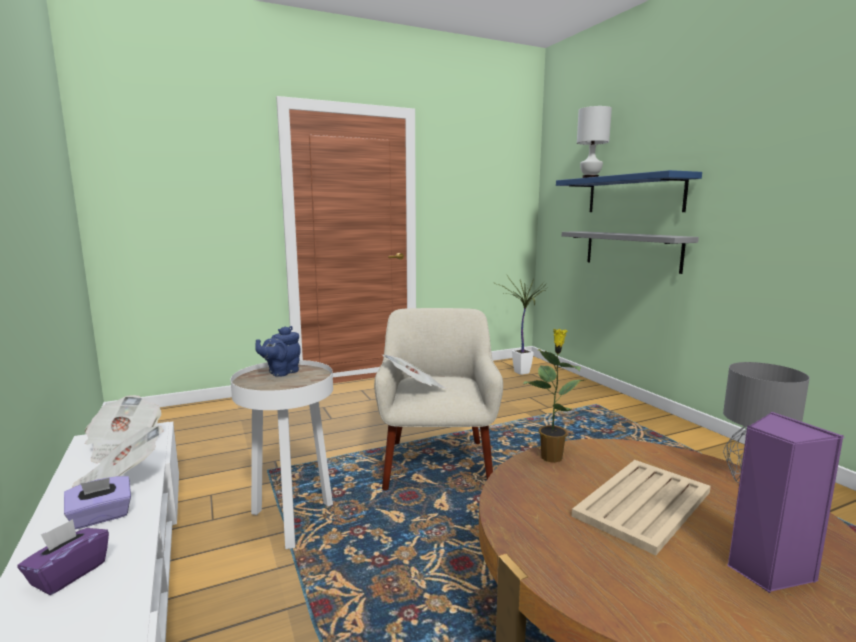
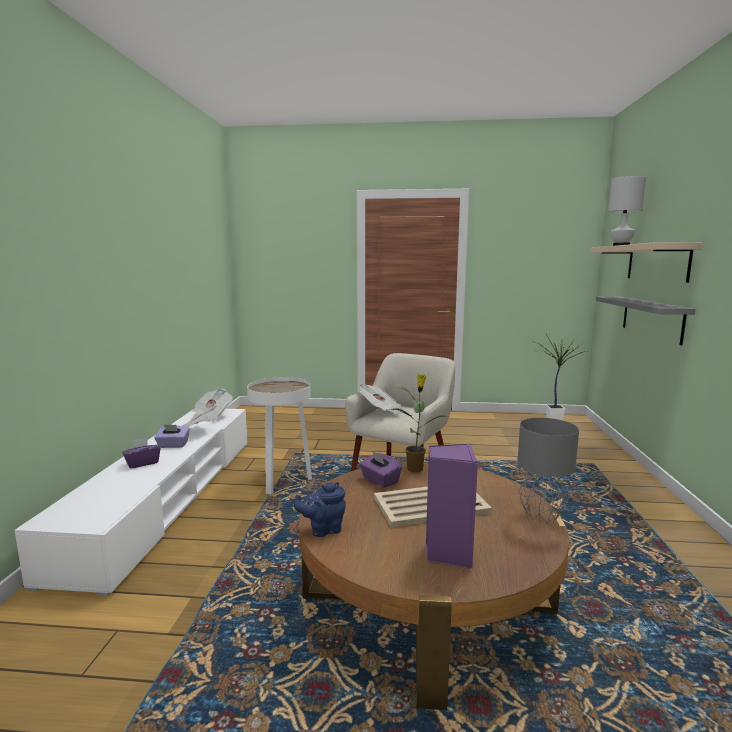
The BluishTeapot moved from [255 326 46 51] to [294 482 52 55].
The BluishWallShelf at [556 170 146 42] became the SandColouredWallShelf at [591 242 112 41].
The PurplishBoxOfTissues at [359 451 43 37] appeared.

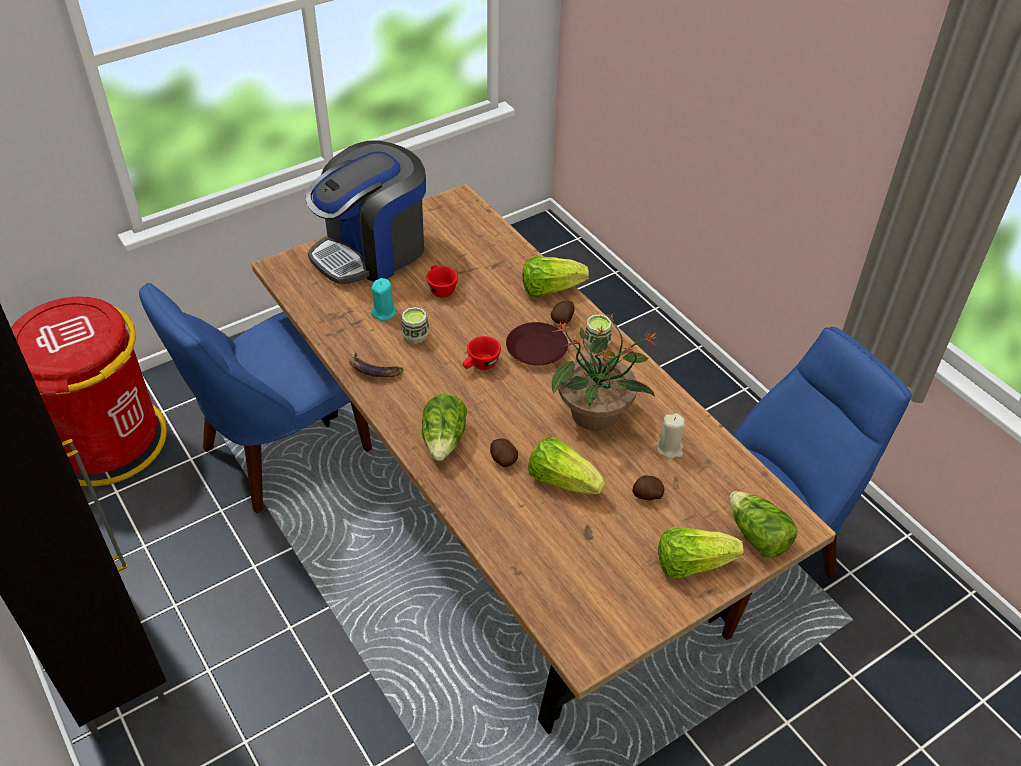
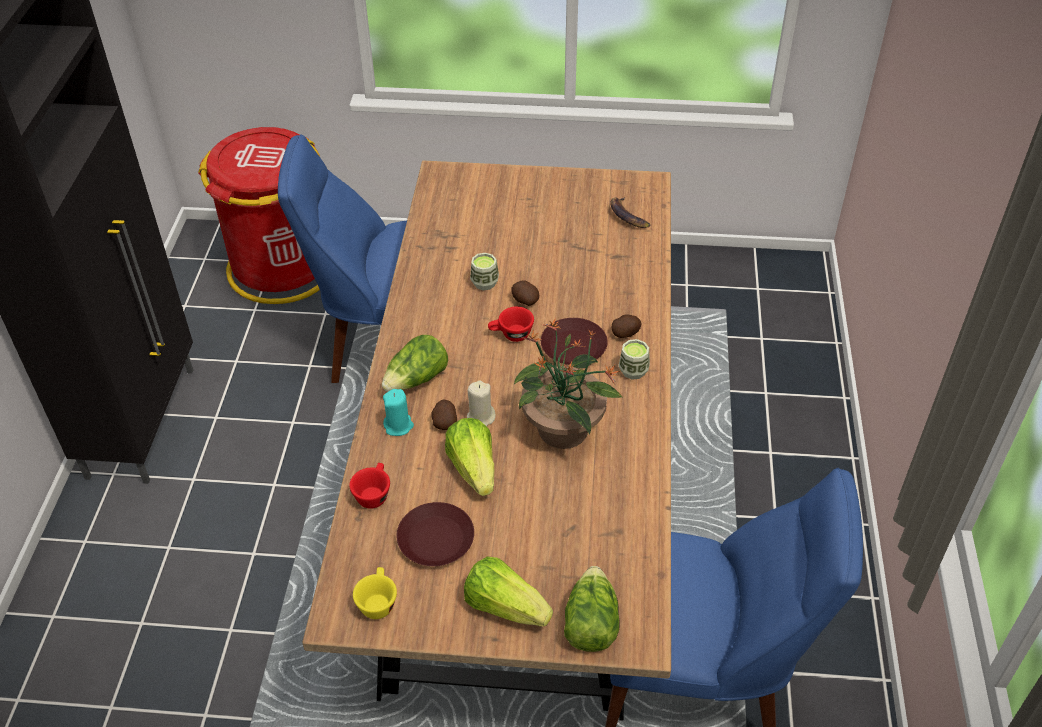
The CoffeeMachine at [305 140 121 144] disappeared.
The Banana moved from [349 352 54 25] to [610 197 40 31].
The BlueGreenWaxLight moved from [371 278 25 43] to [383 389 31 47].
The RedSmallCup moved from [426 265 32 32] to [349 463 41 46].
The Lettuce at [522 256 67 41] disappeared.
The Potato moved from [633 475 32 25] to [511 281 28 25].
The SandColouredWaxLight moved from [657 413 28 46] to [467 380 29 47].
The YellowishSmallCup at [353 567 44 52] appeared.
The BrownishFlatDish at [397 502 77 64] appeared.

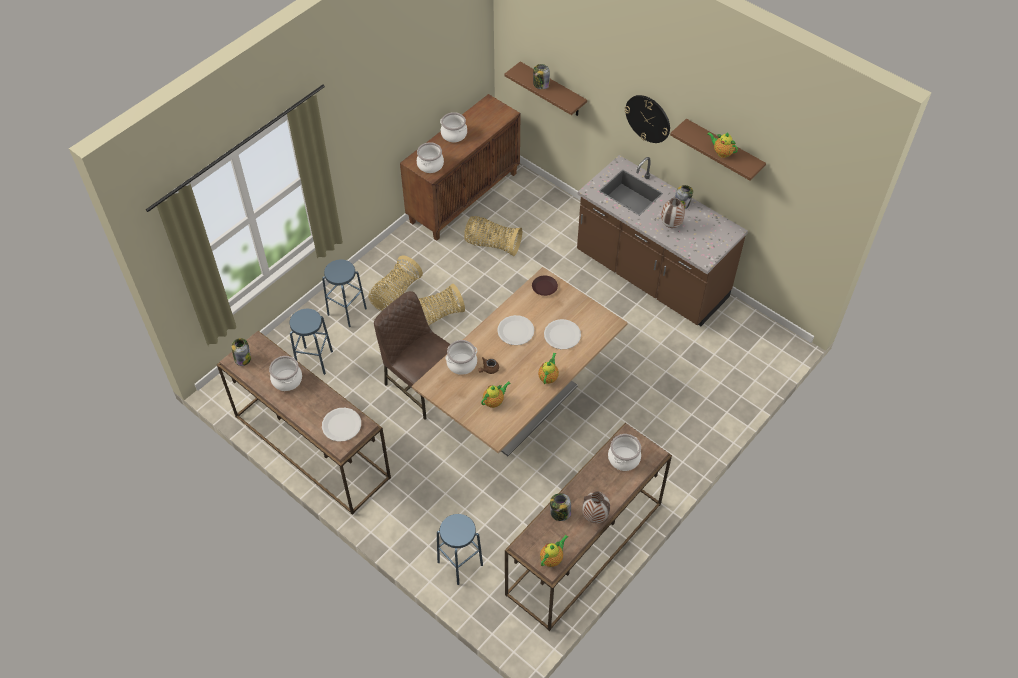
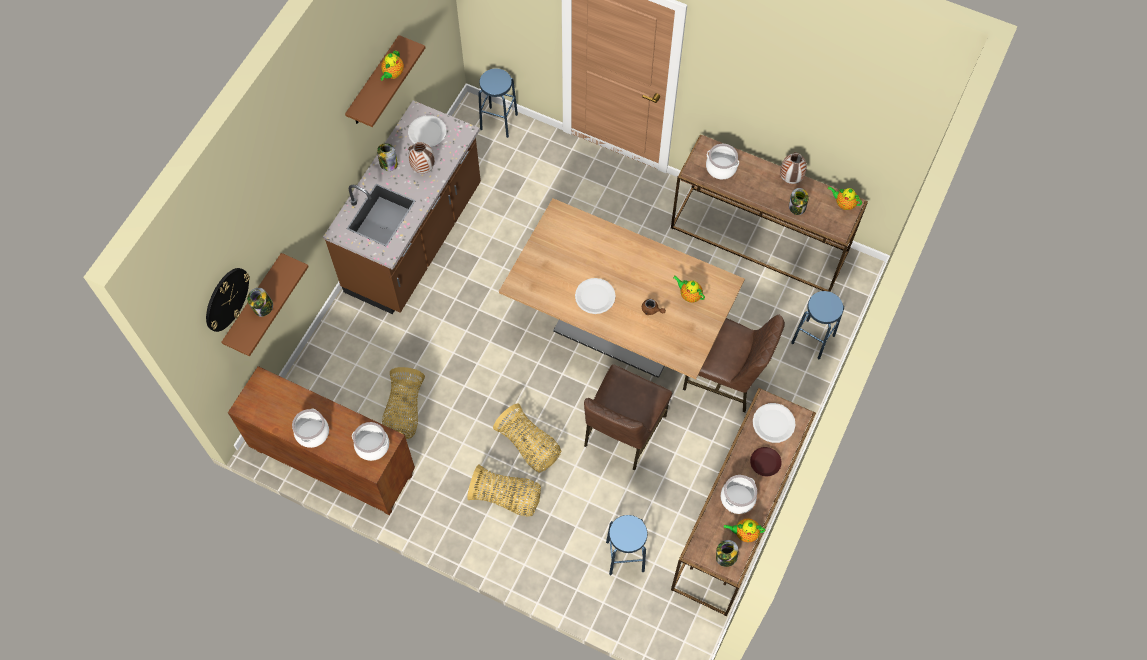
The BluishStoolSeat moved from [322 259 45 68] to [478 68 40 70].
The Saucepot at [446 340 31 35] disappeared.
The BrownishFlatDish moved from [532 275 26 21] to [750 447 32 29].
The Teapot moved from [538 353 21 31] to [724 518 42 24].
The WhitishFlatDish moved from [544 319 37 30] to [408 115 39 32].
The HangingClock moved from [625 95 45 48] to [206 268 44 64].
The BrownishChair at [683 315 102 97] appeared.

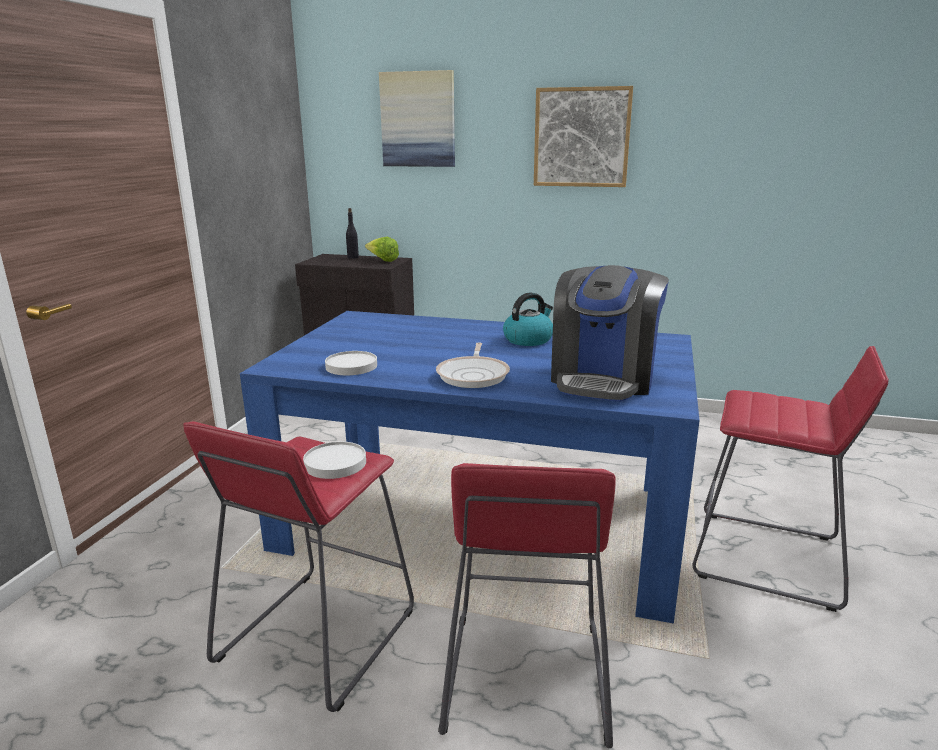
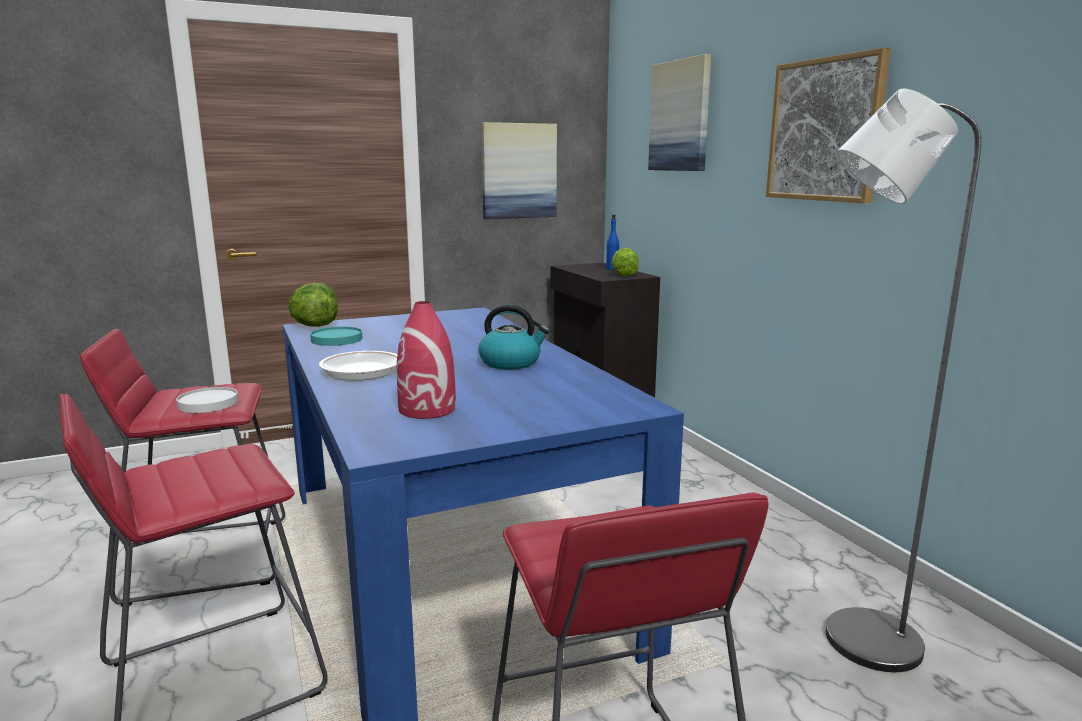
The WhitishFlatDish at [325 351 52 24] became the BlueGreenFlatDish at [310 327 52 19].
The BlackishBeverageBottle at [346 208 13 51] became the BluishBeverageBottle at [606 214 14 55].
The CoffeeMachine at [551 265 118 137] was replaced by the RedDecorativeVase at [397 301 59 118].
The Lettuce at [288 283 50 44] appeared.
The WallArt at [481 122 76 97] appeared.
The GrayStandardLamp at [826 89 156 583] appeared.

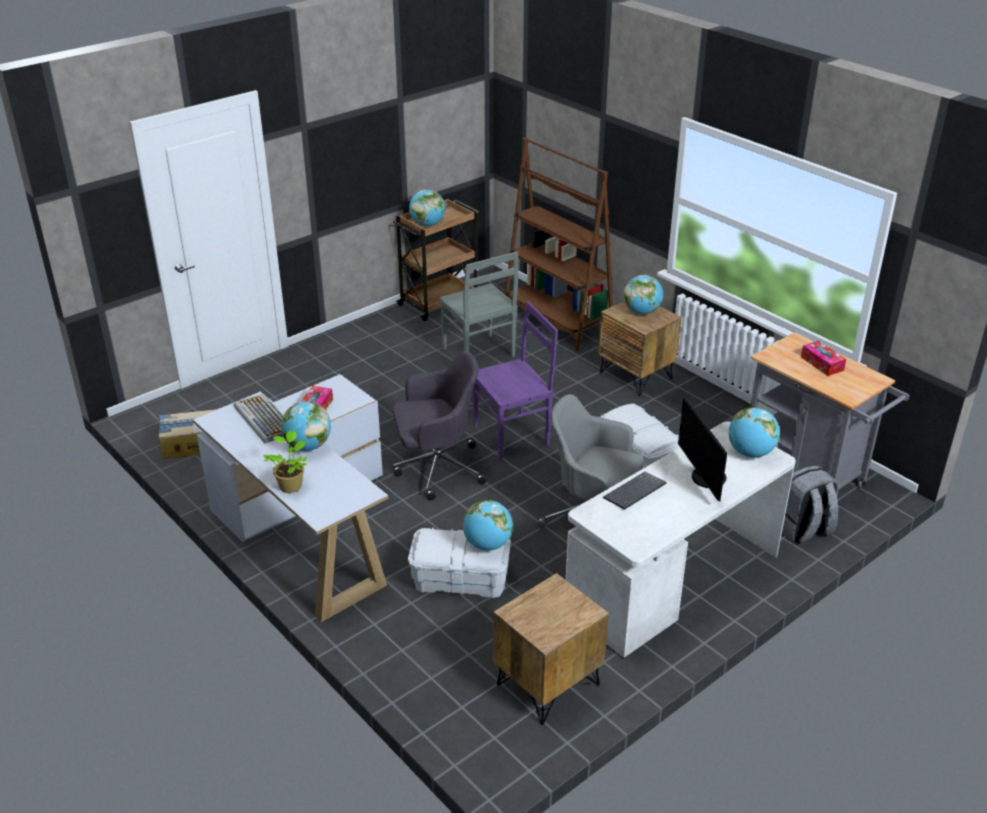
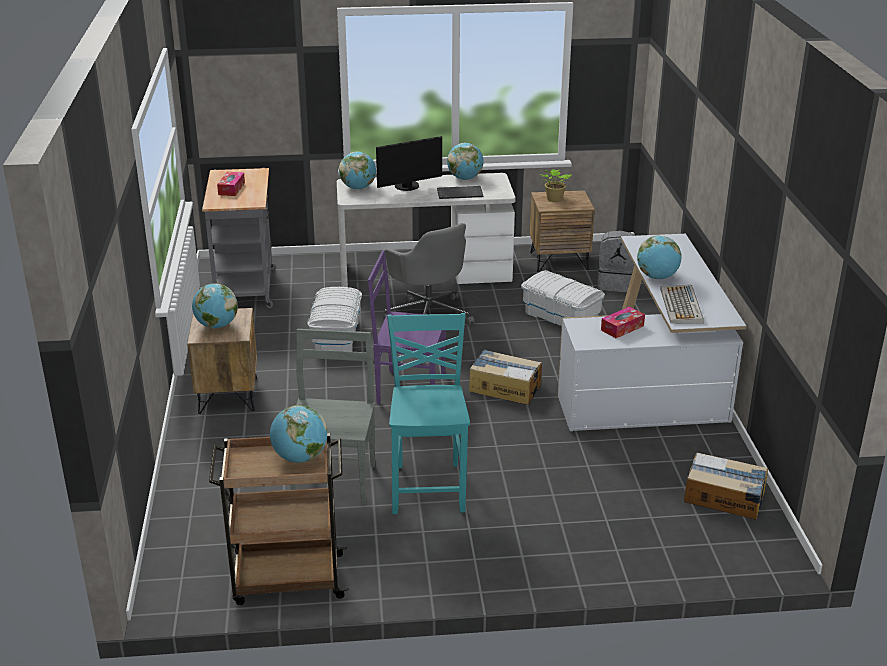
The PlantInAPot moved from [263 429 44 64] to [539 169 33 33].
The GrayDeskChair at [393 351 93 149] was replaced by the Carton at [469 349 73 56].
The Globe moved from [463 500 50 50] to [447 143 36 37].
The BrownishBookshelf at [505 137 108 215] disappeared.
The ComputerScreen at [678 397 49 104] turned 45 degrees clockwise.
The GrayKnapsack moved from [782 466 57 78] to [597 230 39 62].
The BlueGreenChair at [387 313 83 201] appeared.

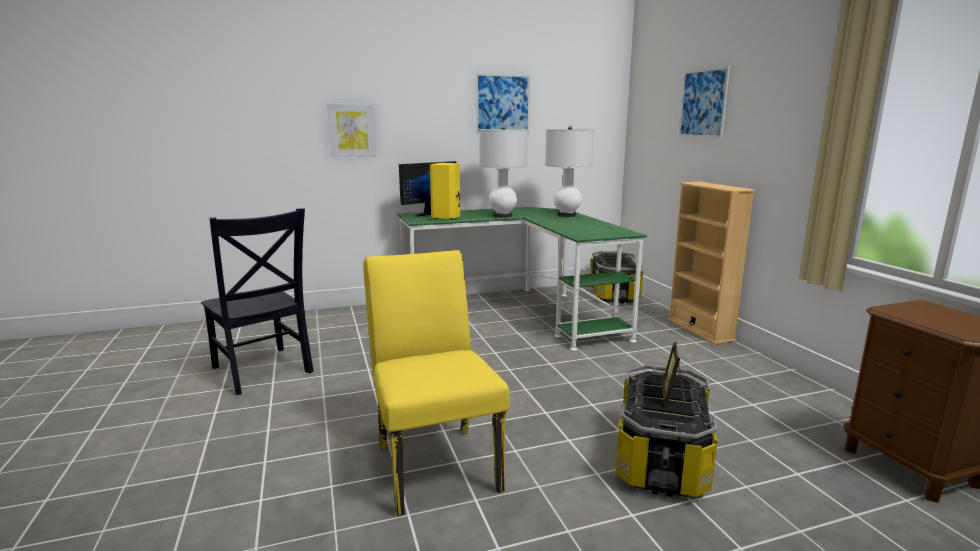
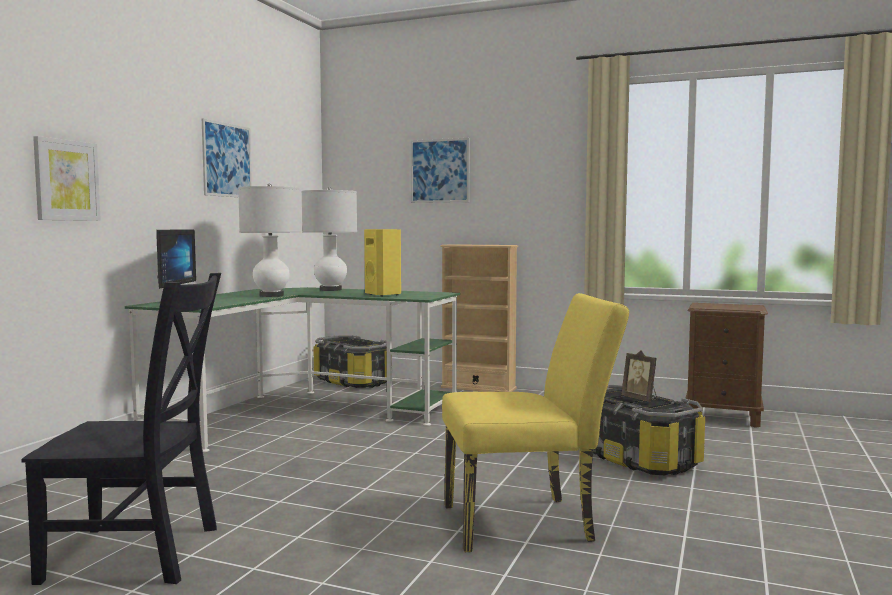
The YellowishChair at [363 250 147 266] turned 150 degrees clockwise.
The YellowishLoudspeaker moved from [430 163 30 57] to [364 229 37 68].

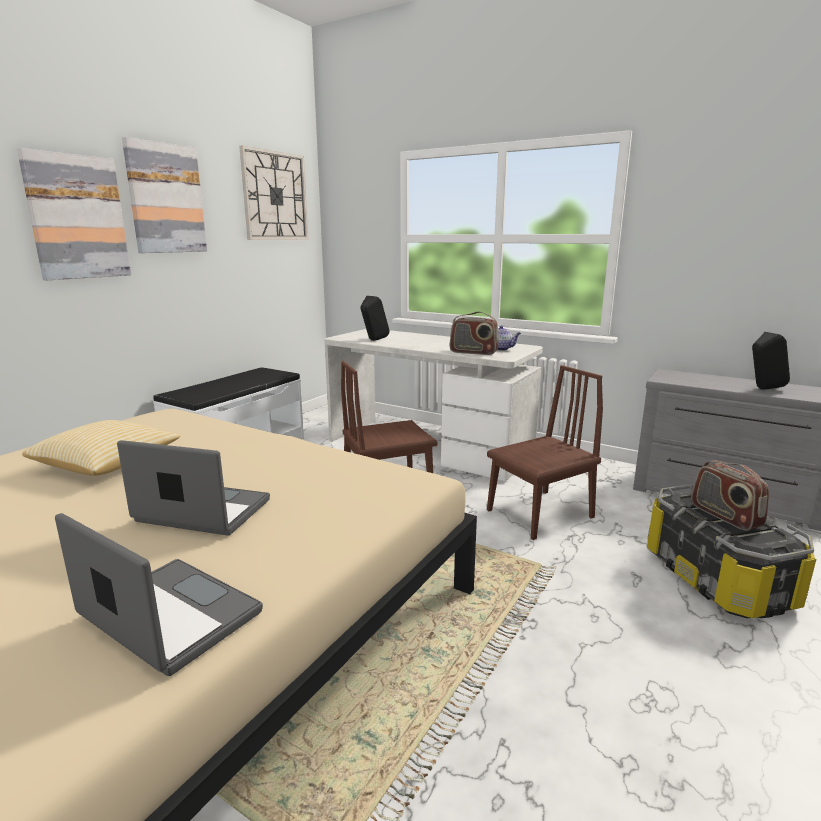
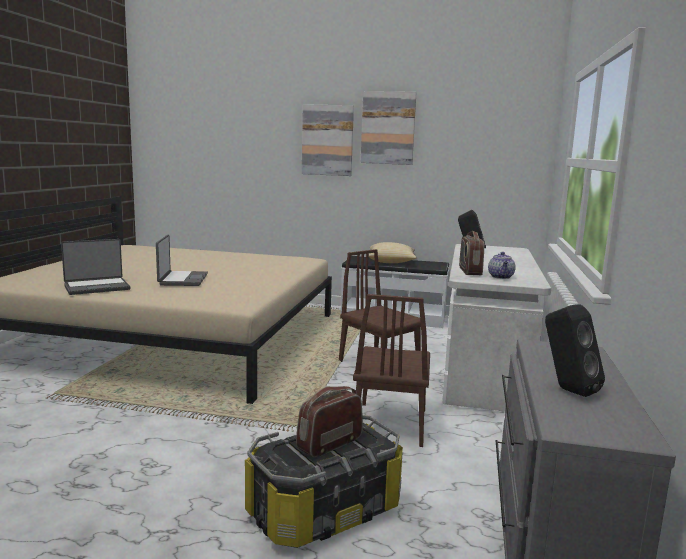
The ThrowPillow moved from [22 420 158 56] to [369 242 48 21].
The Laptop at [55 513 208 163] turned 45 degrees clockwise.
The HangingClock at [239 146 69 94] disappeared.
The BrownishChair at [487 365 116 175] turned 60 degrees clockwise.

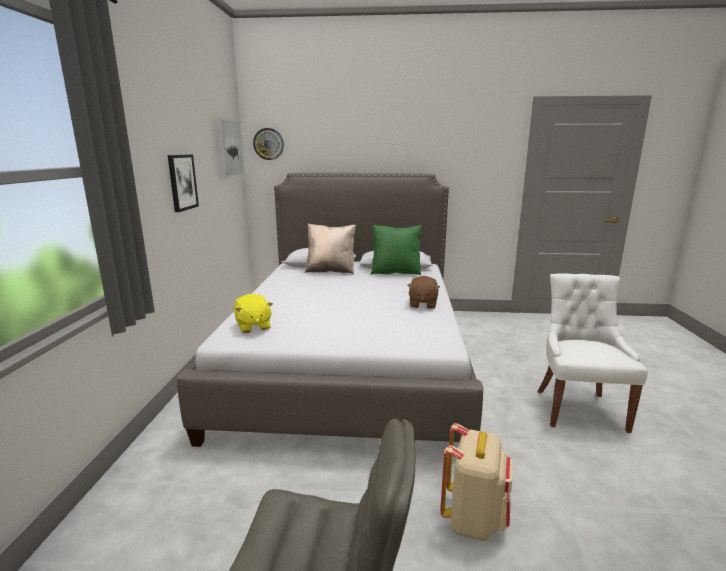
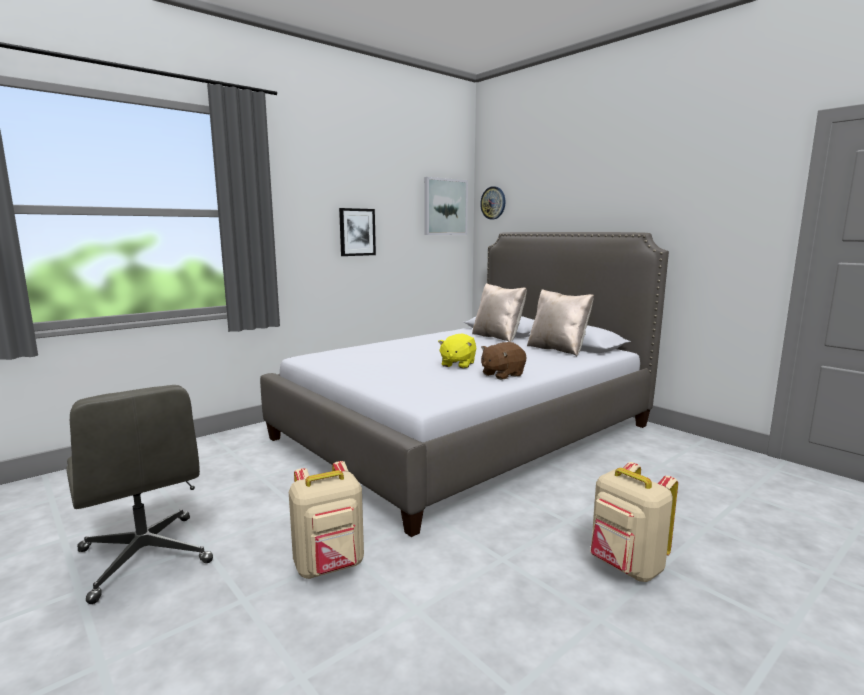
The YellowishCuddlyToy moved from [234 294 39 39] to [438 333 38 36].
The GreenThrowPillow at [370 225 52 50] became the SandColouredThrowPillow at [527 289 67 67].
The WhitishChair at [538 273 110 160] was replaced by the SandColouredKnapsack at [590 462 88 120].

